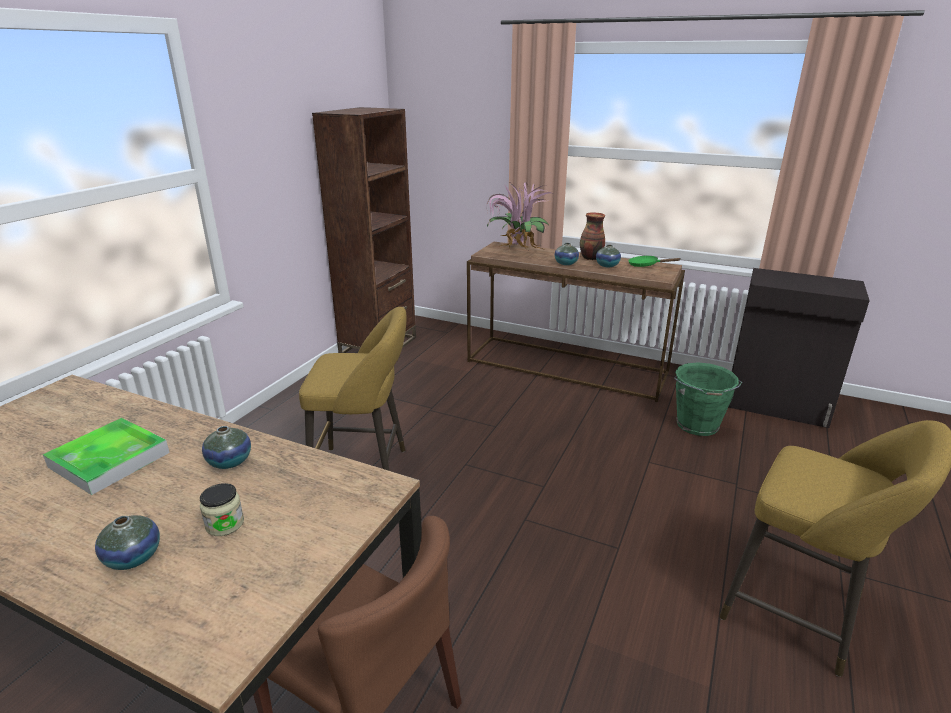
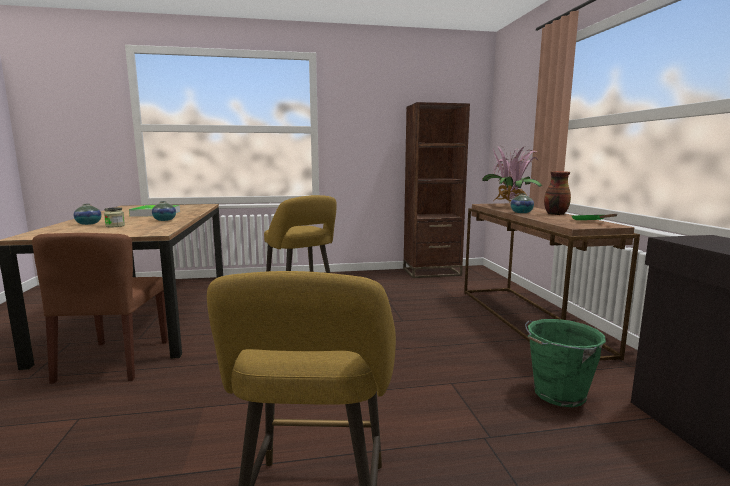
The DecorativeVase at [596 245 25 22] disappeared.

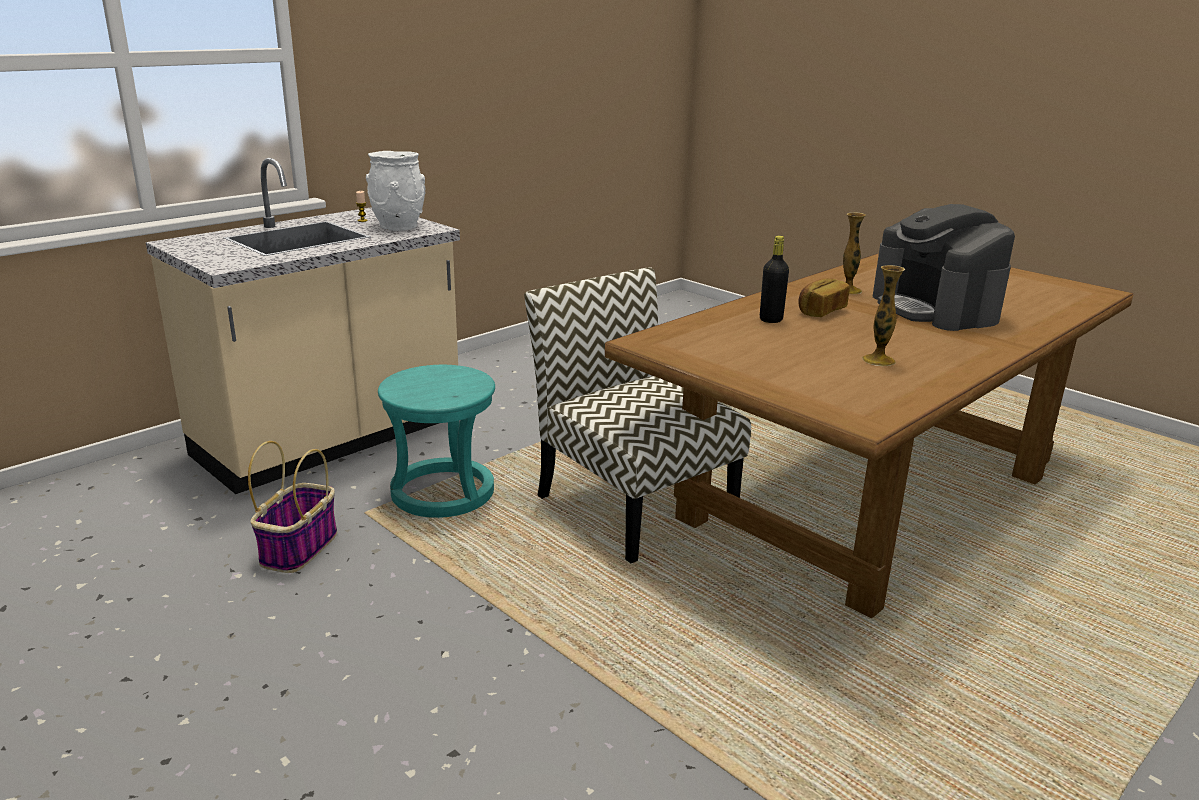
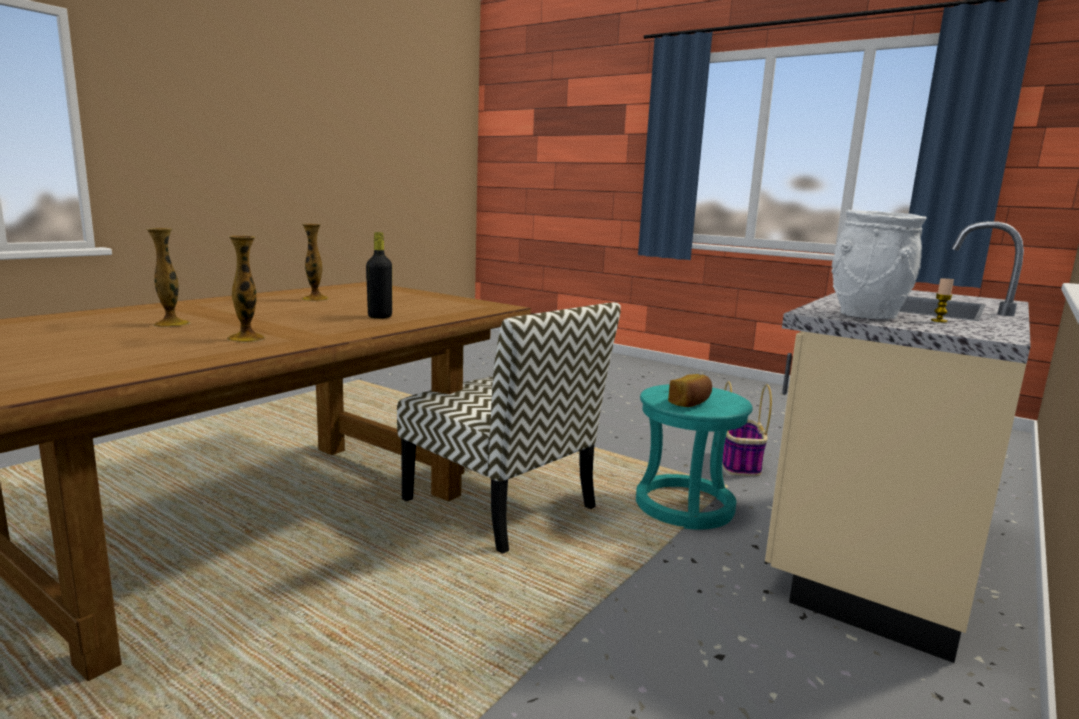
The BakedBread moved from [798 278 52 39] to [668 374 44 33].
The CoffeeMachine at [873 204 142 127] was replaced by the DecorativeVase at [146 228 44 99].

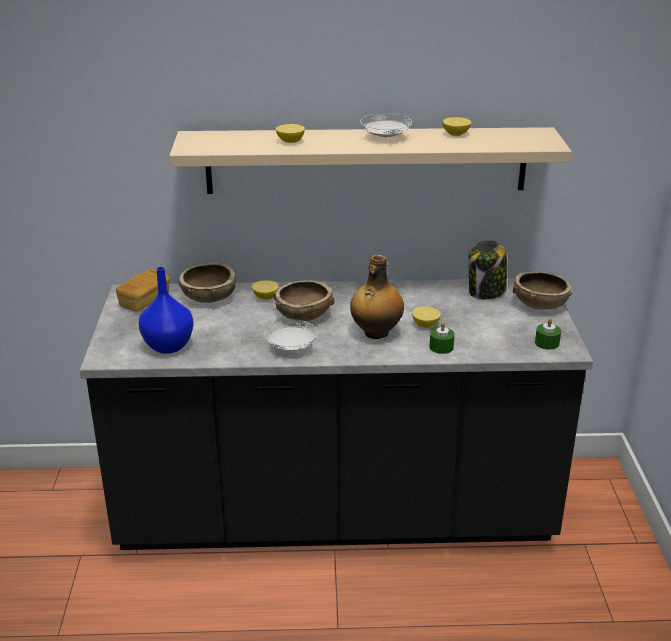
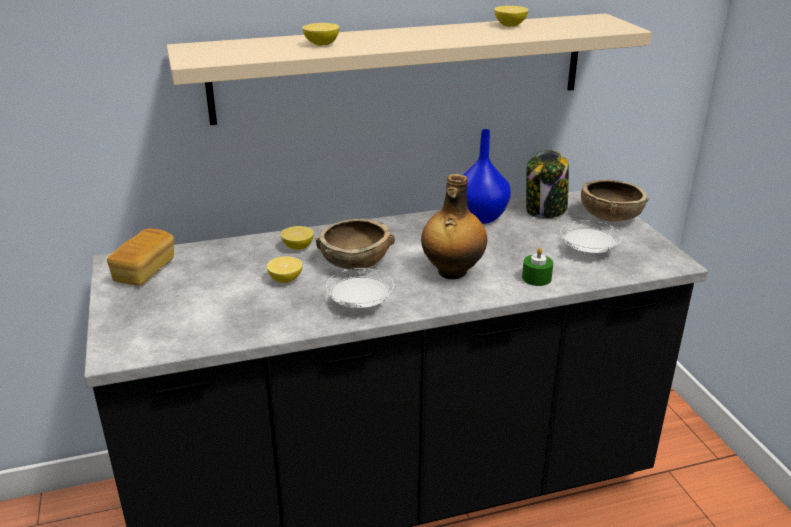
The BluishDecorativeVase moved from [139 267 55 87] to [463 129 48 95].
The BrownishBowl at [177 262 59 41] disappeared.
The WhitishFlatDish moved from [360 113 52 25] to [560 220 62 34].
The WholeLemon moved from [412 307 29 21] to [267 256 36 27].
The GreenWaxLight at [535 318 26 32] disappeared.

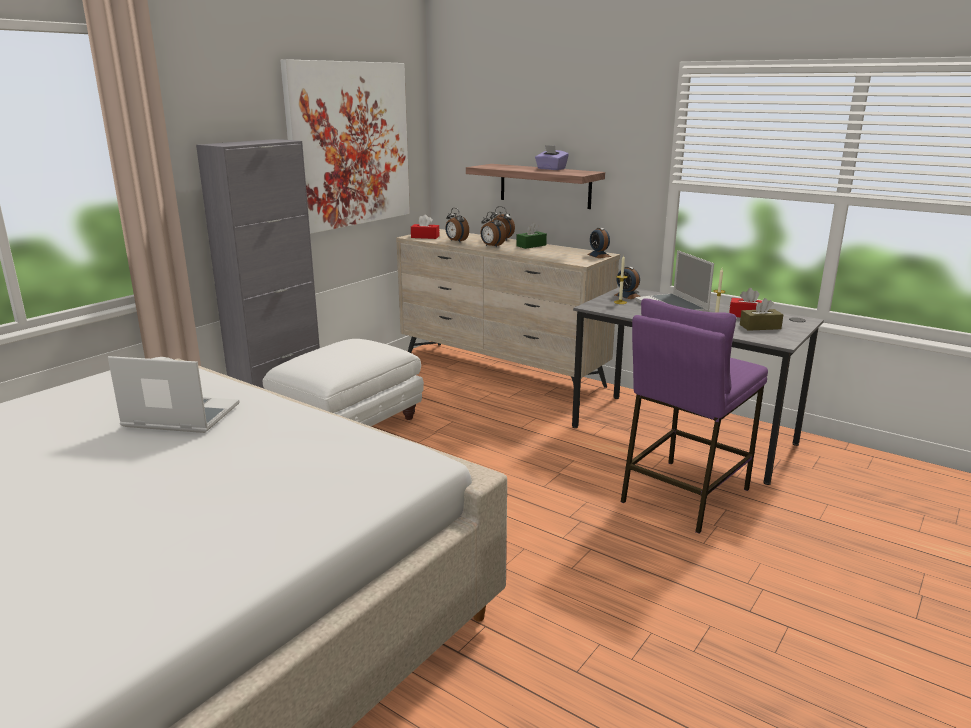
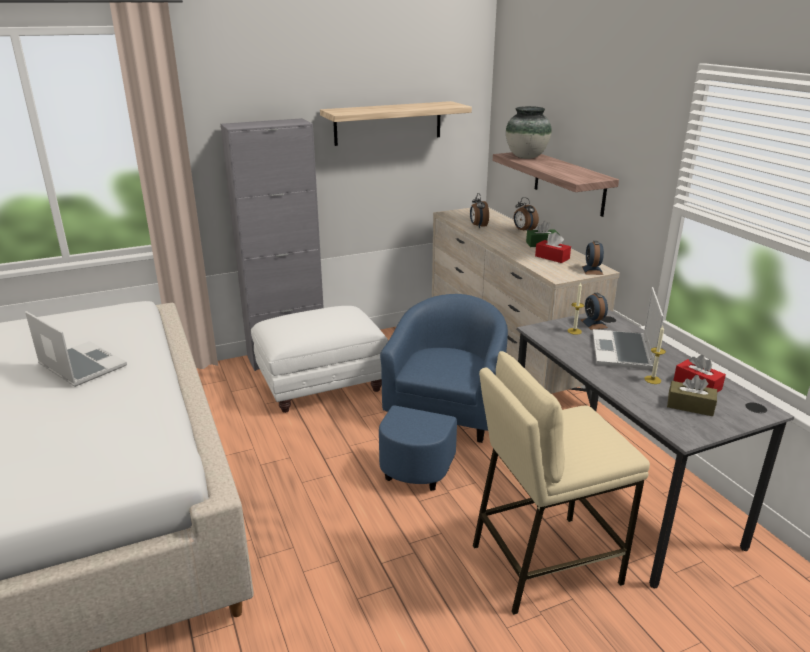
The WallArt at [280 59 130 175] was replaced by the WallShelf at [320 101 152 45].
The RedBoxOfTissues moved from [411 215 28 24] to [535 232 36 31].
The TableClock at [480 212 26 36] disappeared.
The PurplishBoxOfTissues at [535 145 34 25] disappeared.
The PurplishStoolSeat at [621 298 147 235] became the SandColouredStoolSeat at [473 351 177 264].
The BluishEasyChair at [379 294 129 197] appeared.
The DecorativeVase at [506 106 46 53] appeared.

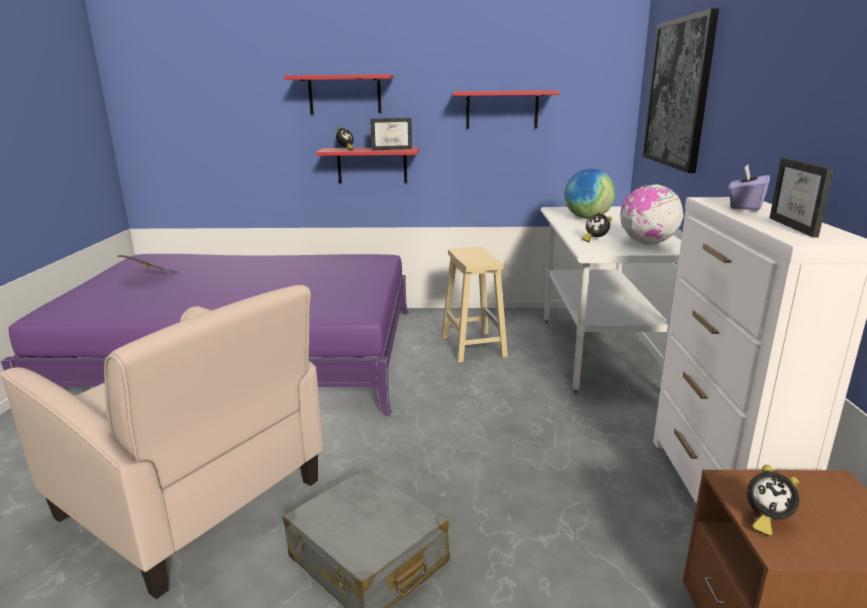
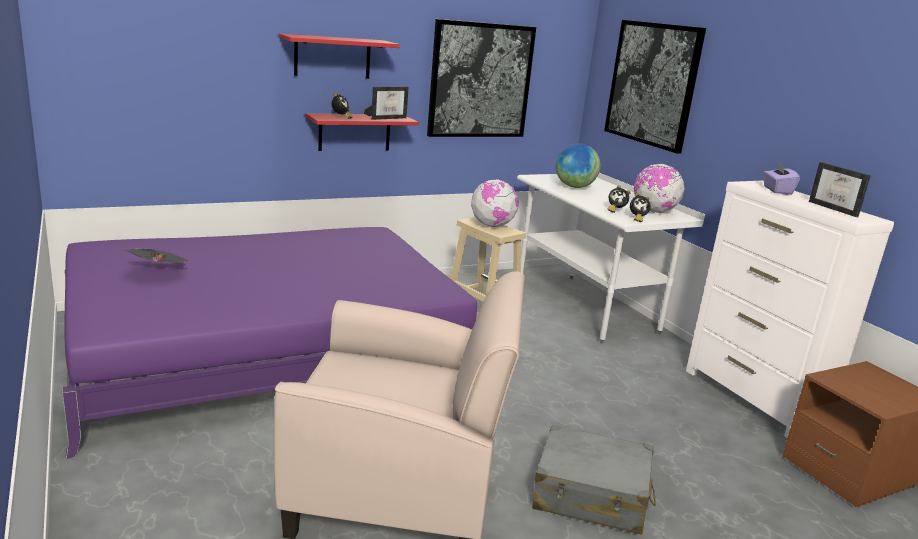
The RedWallShelf at [453 90 107 39] was replaced by the WallArt at [427 19 109 118].
The TableClock moved from [747 465 52 71] to [630 193 21 29].
The Globe at [471 179 48 48] appeared.

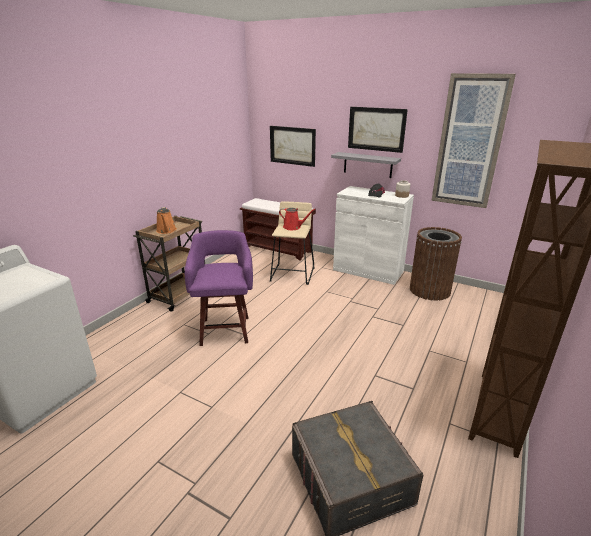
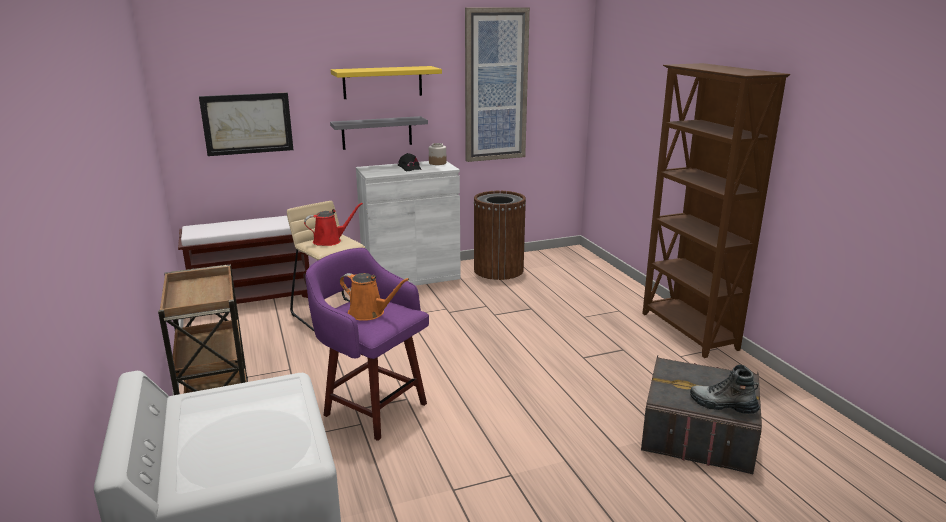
The OrangeColouredWateringCan moved from [156 207 21 27] to [340 273 69 48].
The WallArt at [348 107 60 46] was replaced by the YellowishWallShelf at [331 66 111 33].
The TallBoot at [690 365 70 49] appeared.

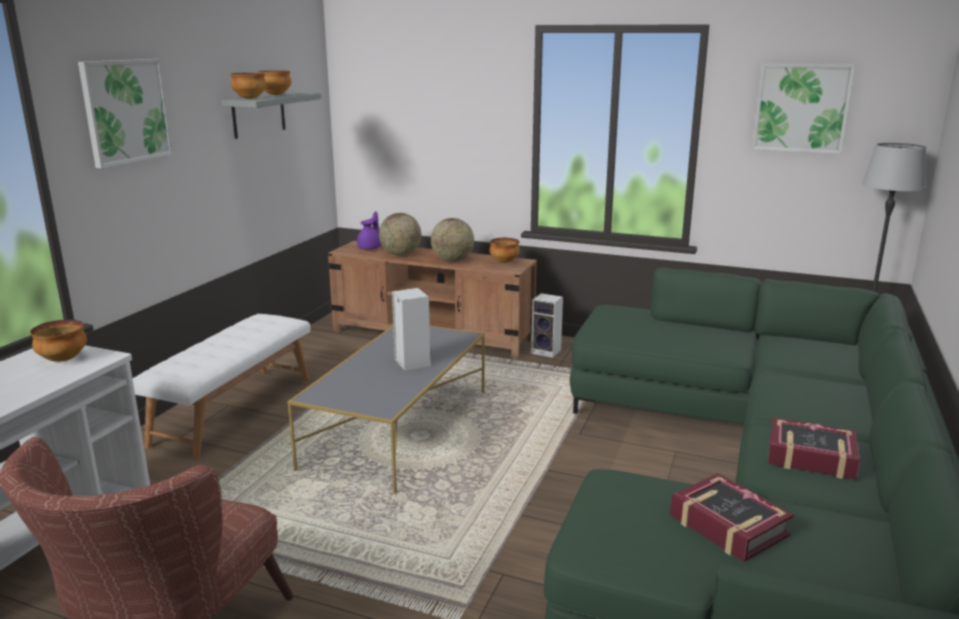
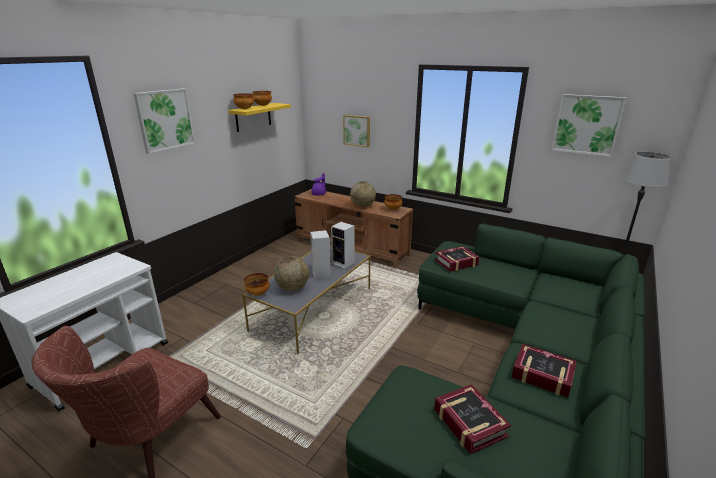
The Bowl moved from [30 319 57 43] to [244 273 26 23].
The WhitishLongSeat at [133 314 178 146] disappeared.
The GrayWallShelf at [221 92 100 47] became the YellowishWallShelf at [228 103 63 29].
The Globe moved from [379 213 42 43] to [274 256 35 35].
The Loudspeaker moved from [531 293 32 65] to [331 222 24 47].
The WallArt at [343 115 27 32] appeared.
The BoundBook at [435 246 45 26] appeared.

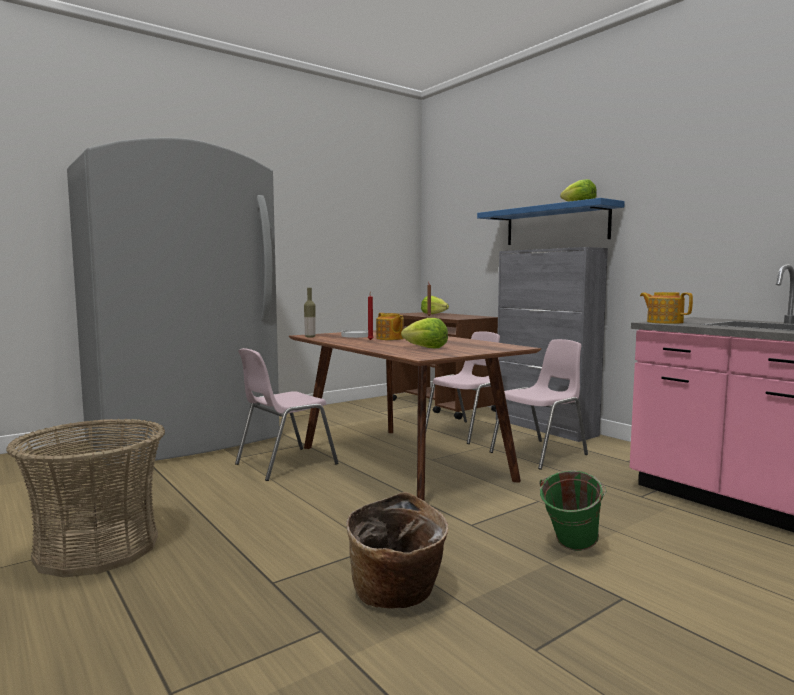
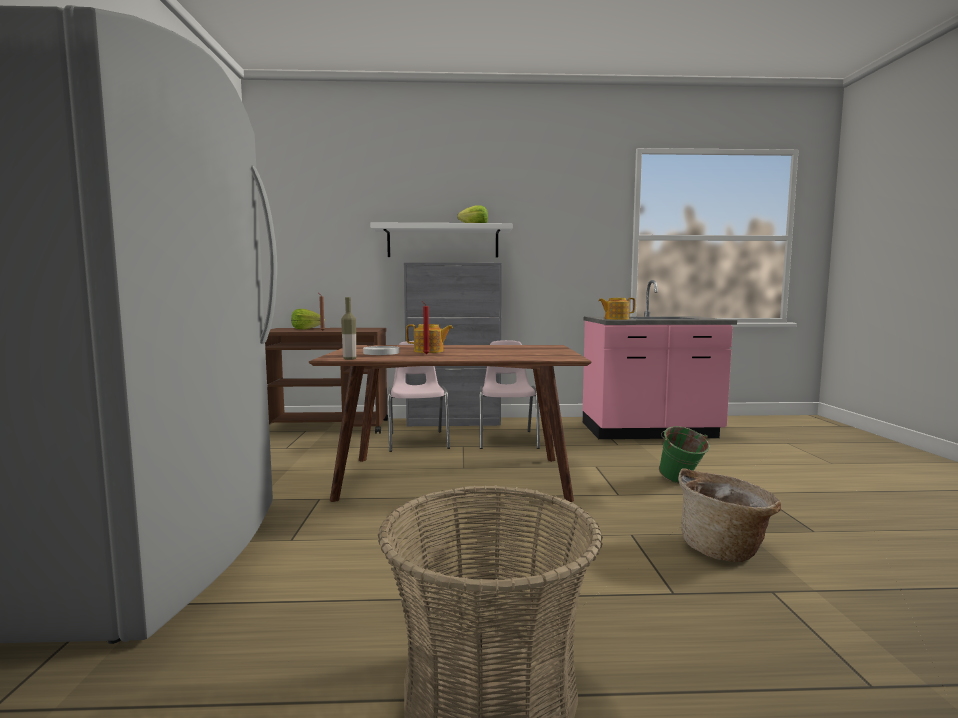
The PinkChair at [235 348 103 133] disappeared.
The Lettuce at [401 318 47 31] disappeared.
The BluishWallShelf at [477 198 148 47] became the WhitishWallShelf at [371 222 142 35].

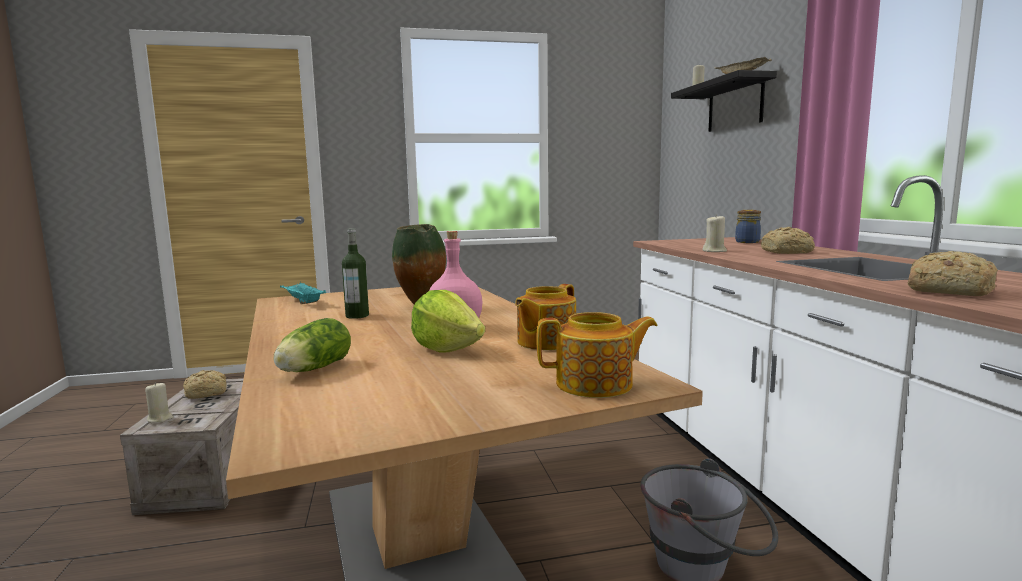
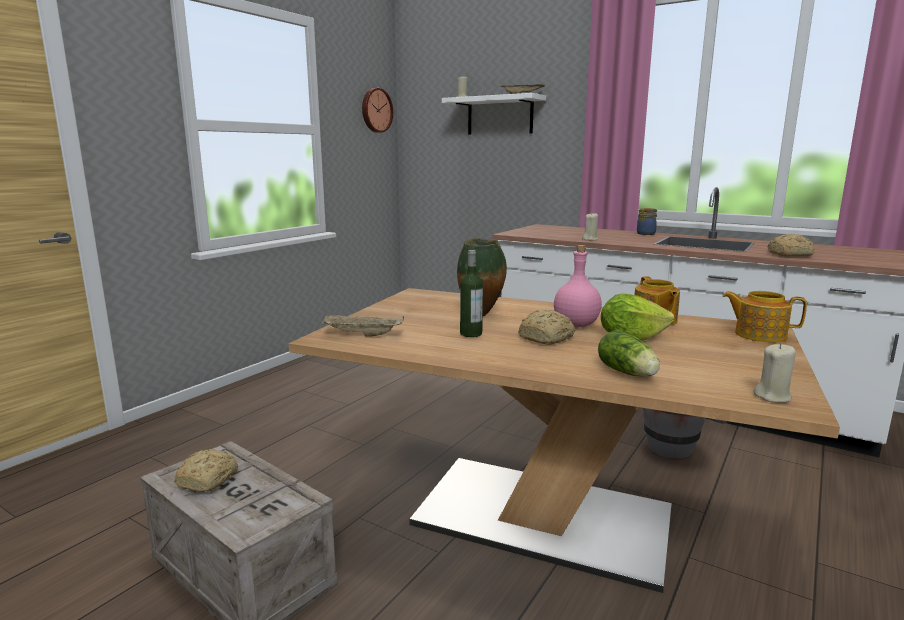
The SandColouredWaxLight moved from [145 382 29 41] to [753 343 43 60].
The BlueGreenServingTray at [280 282 46 22] became the SandColouredServingTray at [322 315 82 22].
The Teapot at [537 312 121 86] turned 105 degrees counterclockwise.
The BlackishWallShelf at [671 70 106 62] became the WhitishWallShelf at [442 93 104 42].
The StorageJar moved from [735 210 26 33] to [637 208 20 27].
The BakedBread moved from [761 227 54 27] to [518 310 57 35].
The HangingClock at [362 88 31 45] appeared.

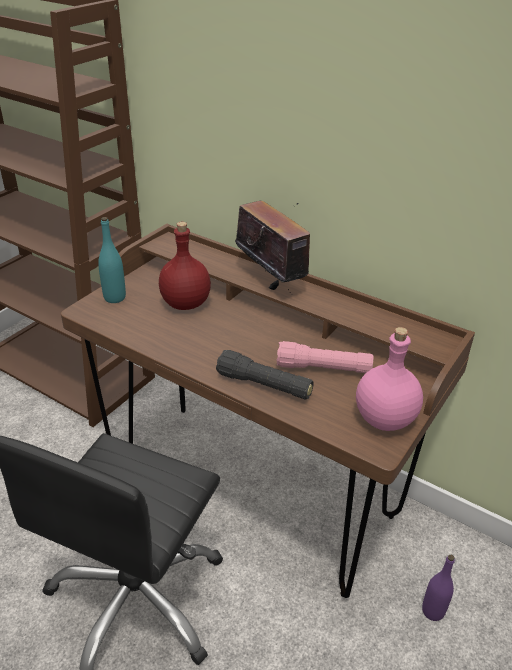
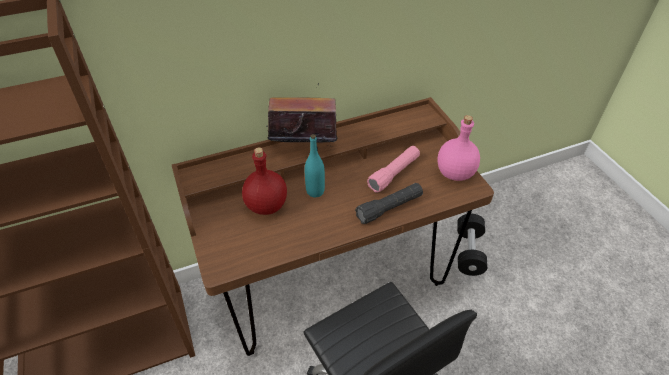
The BlueGreenBeverageBottle moved from [98 217 28 86] to [305 134 20 63].
The PurplishBeverageBottle at [422 555 33 66] was replaced by the BlackishHandWeight at [457 214 30 62].

